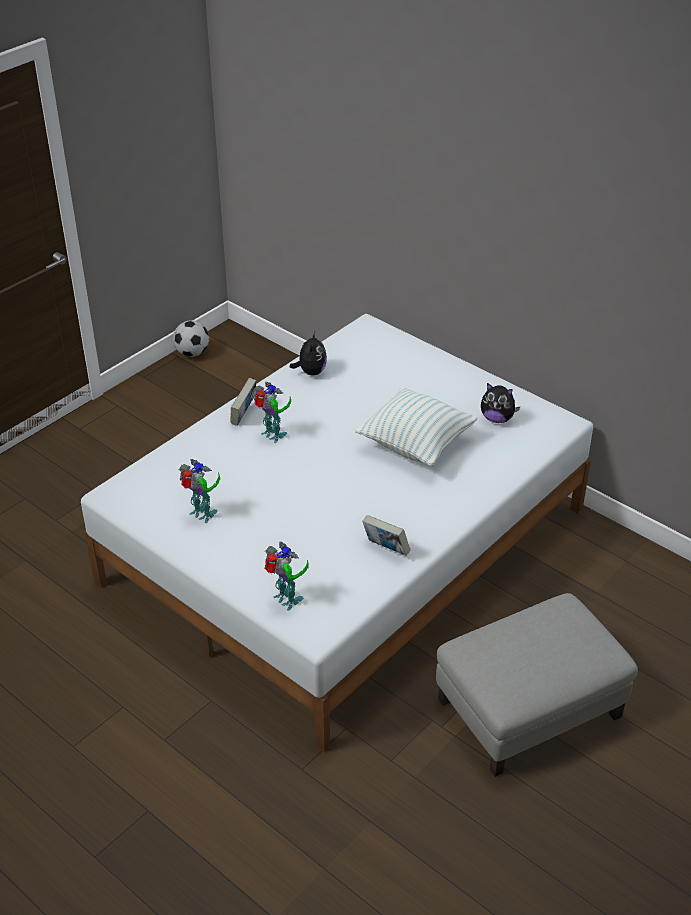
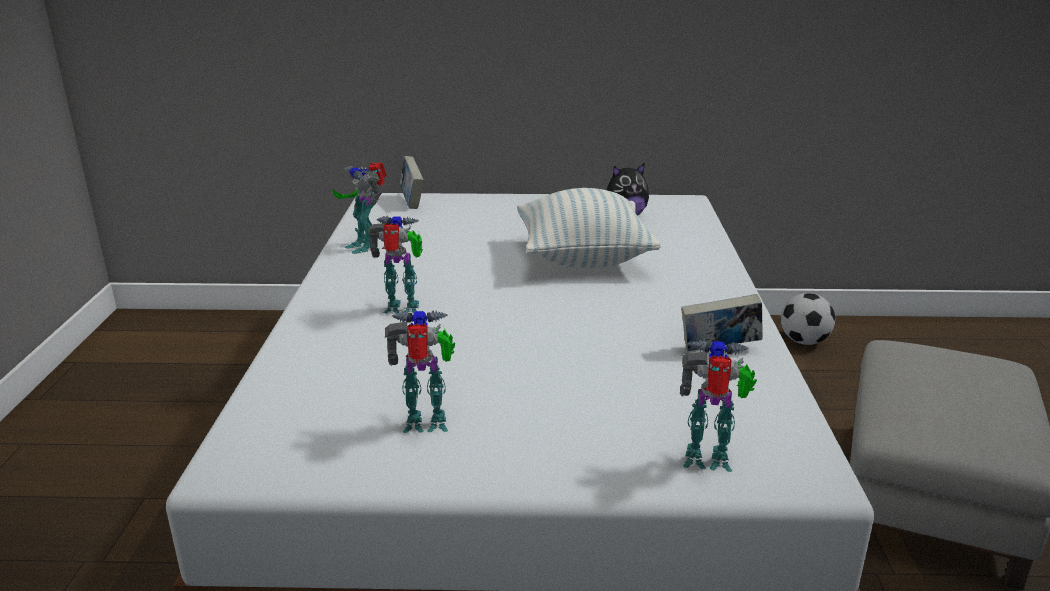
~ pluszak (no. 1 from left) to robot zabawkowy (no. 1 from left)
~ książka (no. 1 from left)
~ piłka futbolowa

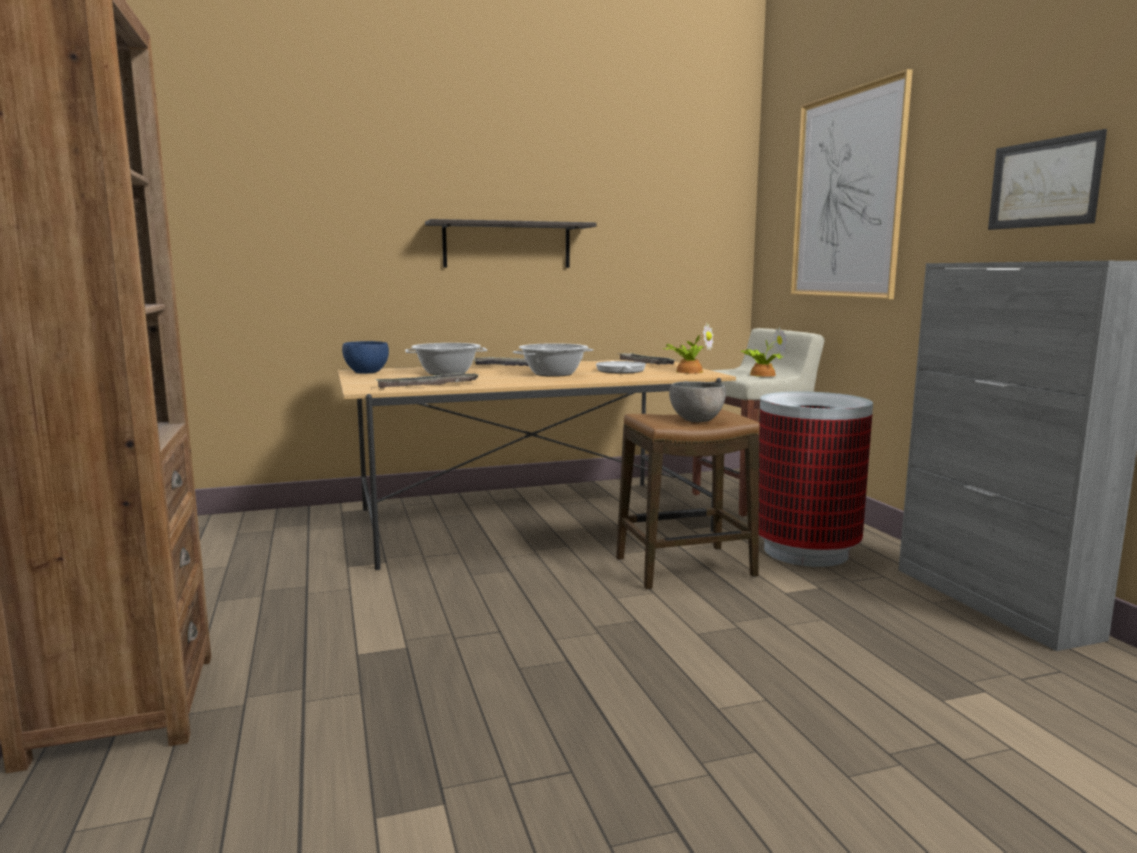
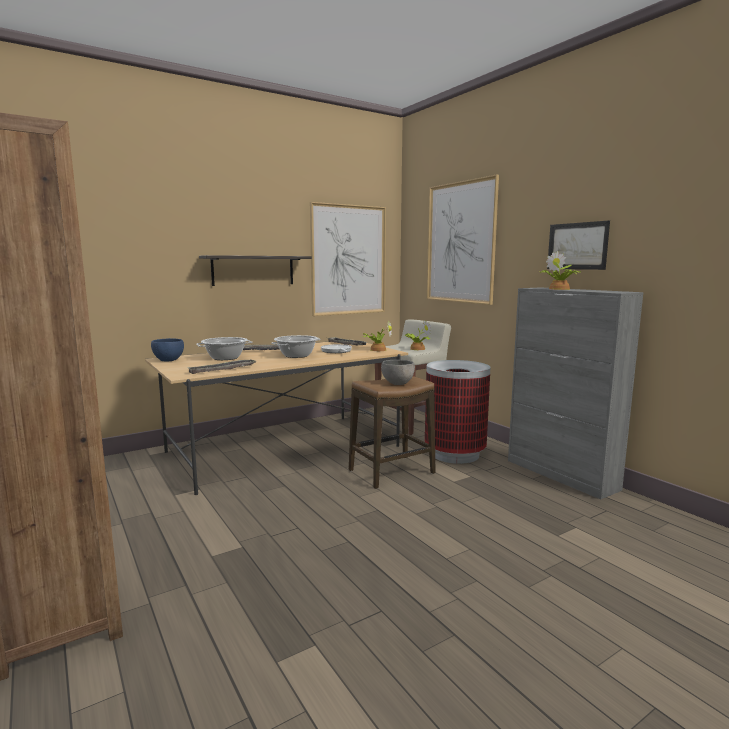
+ obraz (no. 1 from left)
+ roślina doniczkowa (no. 3 from left)

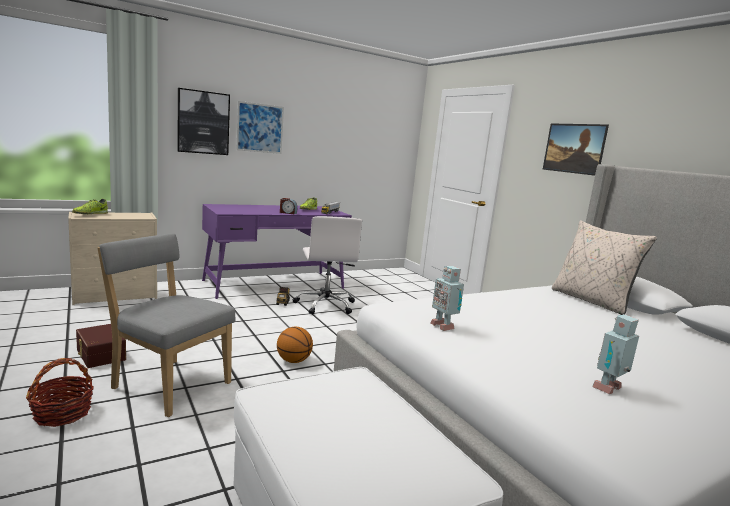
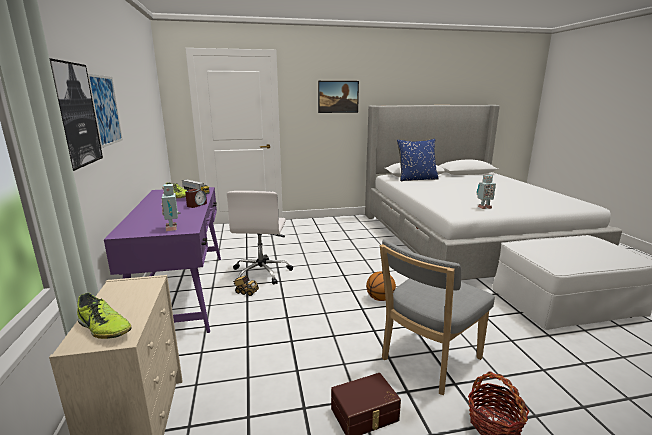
~ robot zabawkowy (no. 2 from left in the first image) to robot zabawkowy (no. 1 from left)
~ krzesło biurowe/biały 90 degrees clockwise
~ poduszka/beżowy to poduszka/niebieski

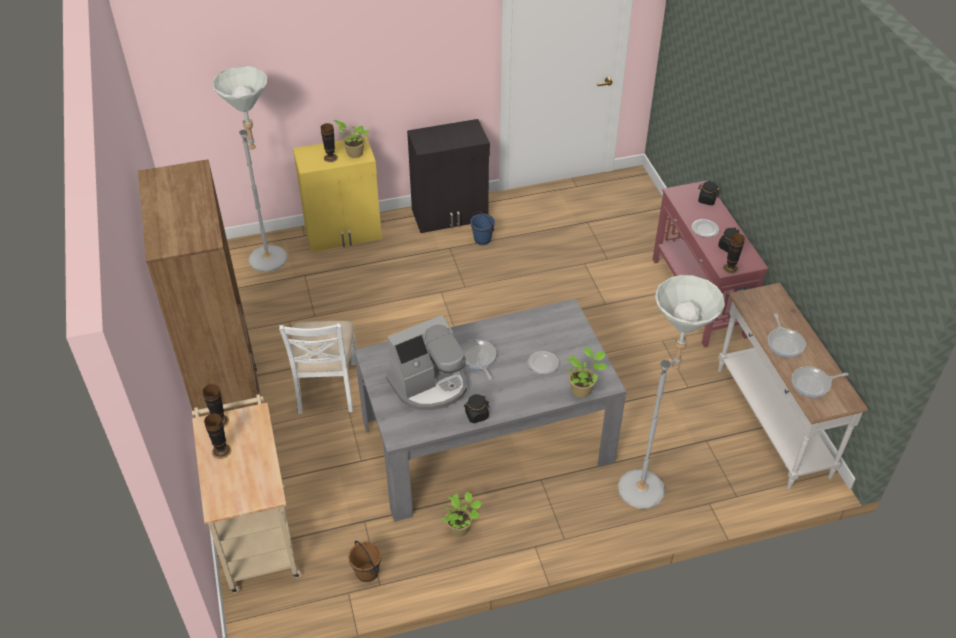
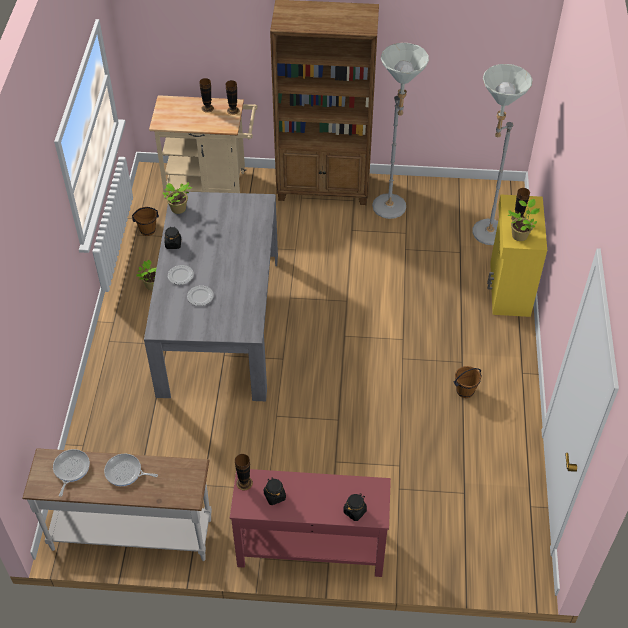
~ roślina doniczkowa (no. 3 from left in the first image) to roślina doniczkowa (no. 2 from left)
~ talerz (no. 2 from left in the first image) to talerz (no. 1 from left)
~ lampa stojąca/szary (no. 2 from left in the first image) to lampa stojąca/szary (no. 1 from left)
~ wiadro/niebieski to wiadro/brązowy (no. 2 from left)
- krzesło/biały
- ekspres do kawy
- szafka/czarny
- patelnia (no. 1 from left)

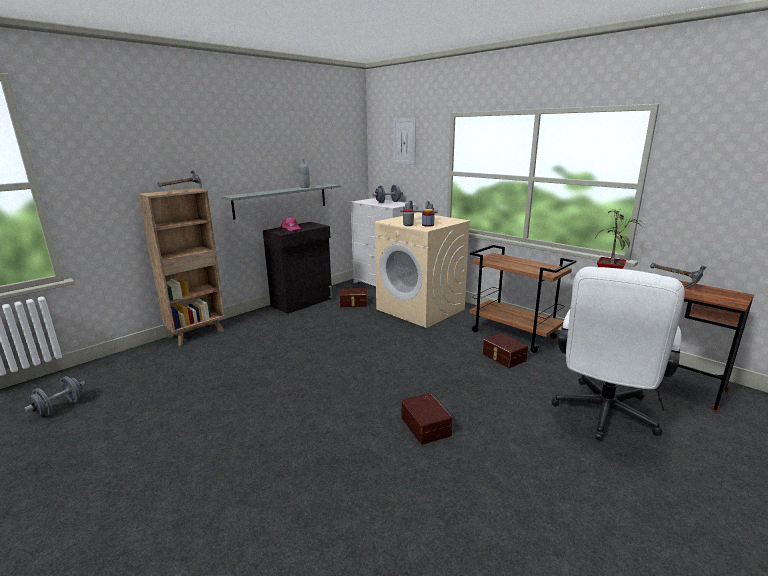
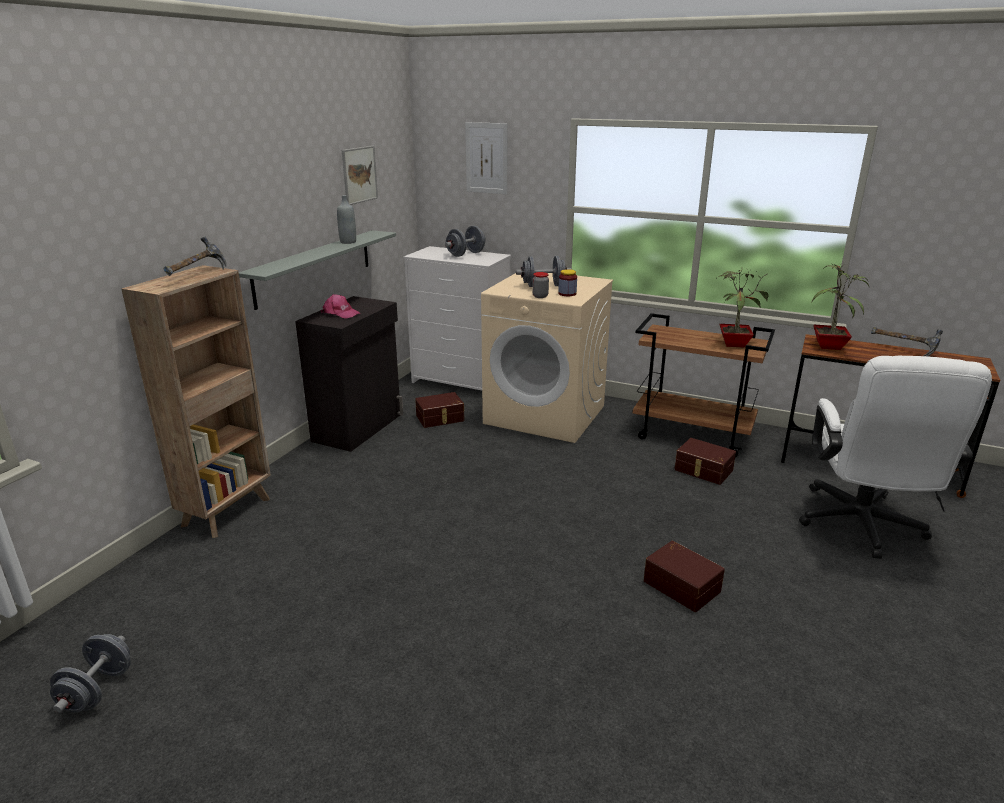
+ obraz (no. 1 from left)
+ roślina doniczkowa (no. 1 from left)

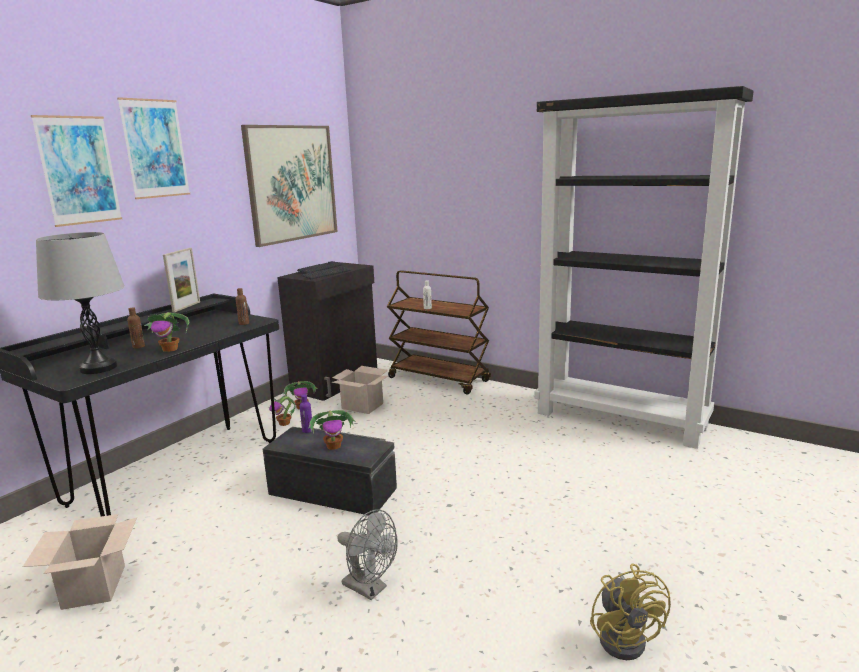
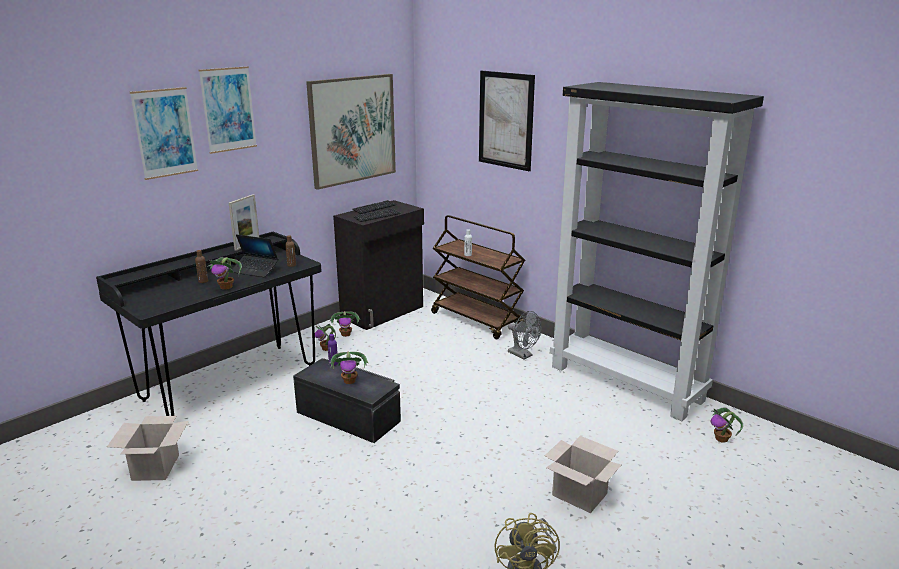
+ laptop
+ obraz (no. 4 from left)
~ wentylator/szary
~ karton (no. 2 from left)
+ roślina doniczkowa (no. 5 from left)
- lampa stołowa/szary

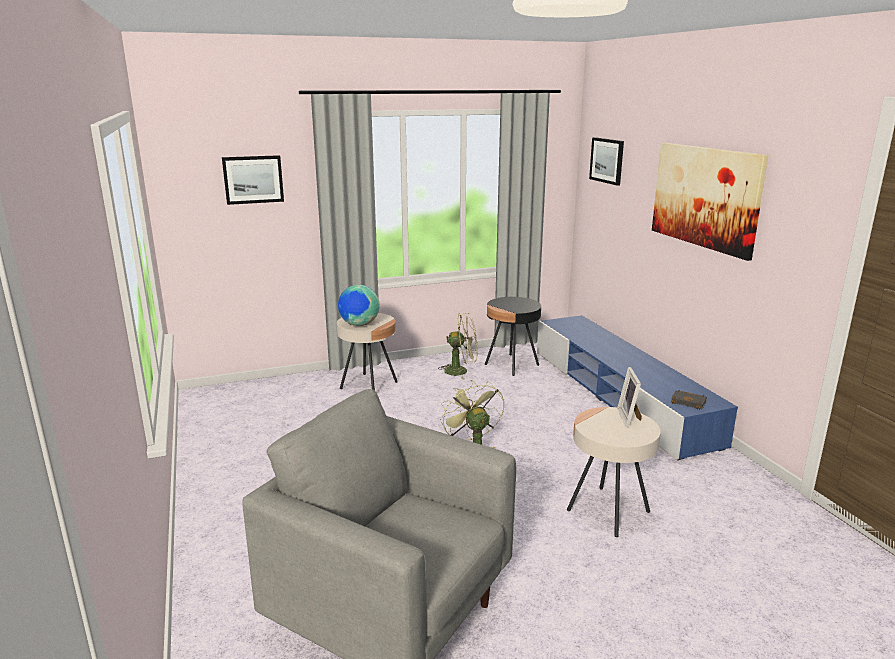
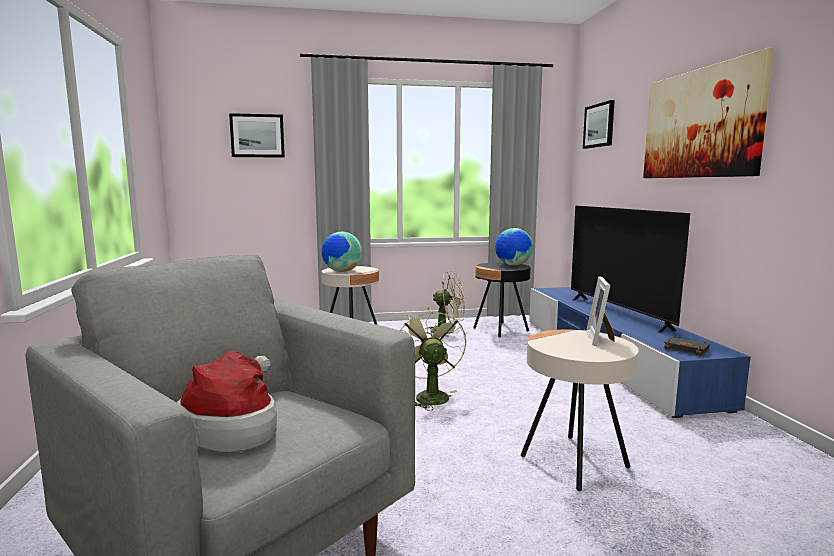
+ kapelusz
+ globus (no. 2 from left)
+ telewizor

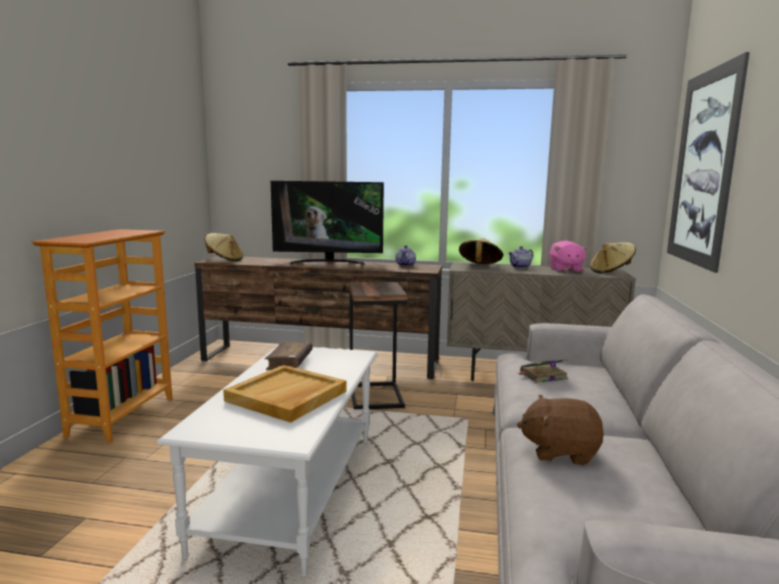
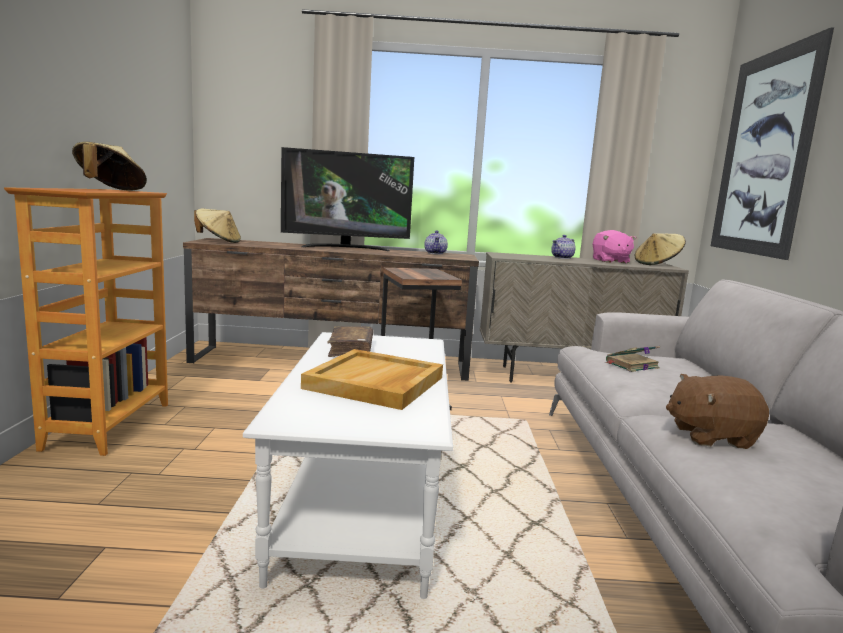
~ kapelusz/beżowy (no. 2 from left in the first image) to kapelusz/beżowy (no. 1 from left)

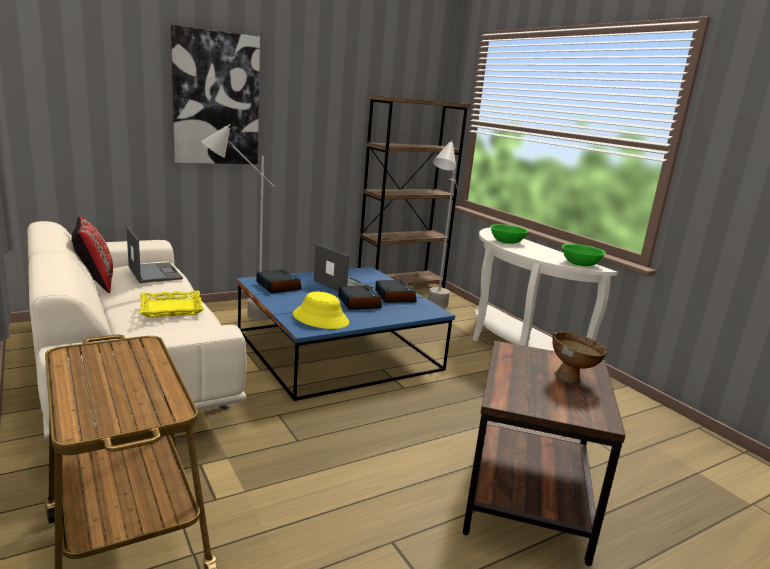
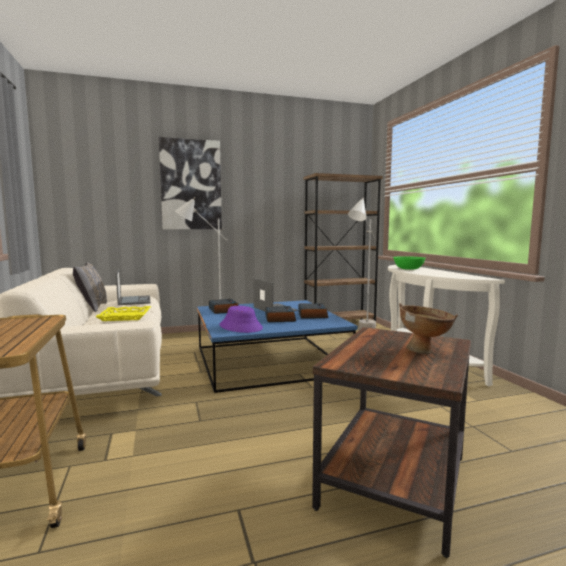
~ poduszka/czerwony to poduszka/szary
~ kapelusz/żółty to kapelusz/fioletowy
- miska/zielony (no. 2 from left)

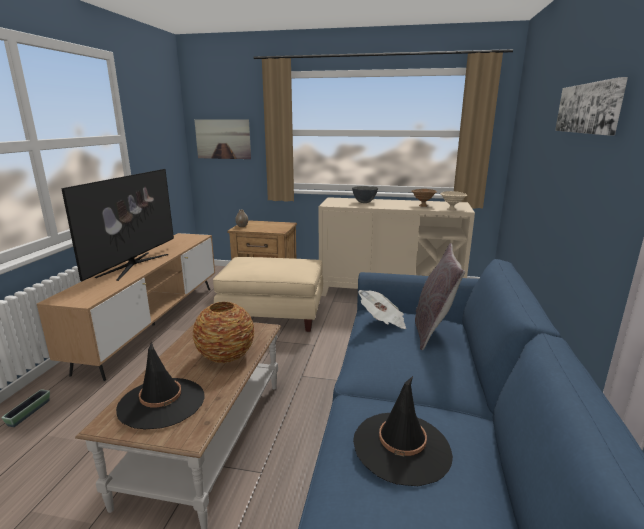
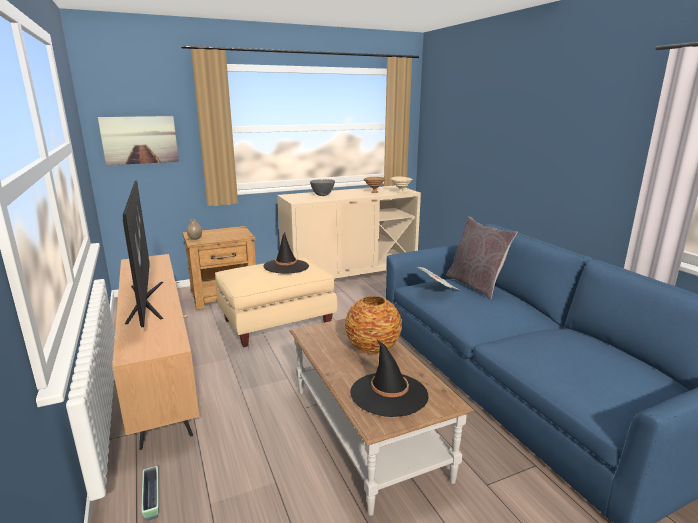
~ kapelusz/czarny (no. 2 from left in the first image) to kapelusz/czarny (no. 1 from left)
- obraz (no. 2 from left)

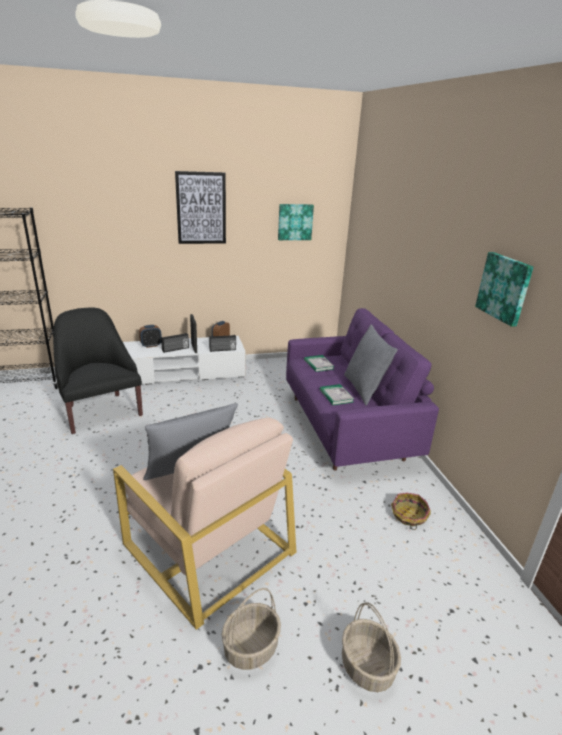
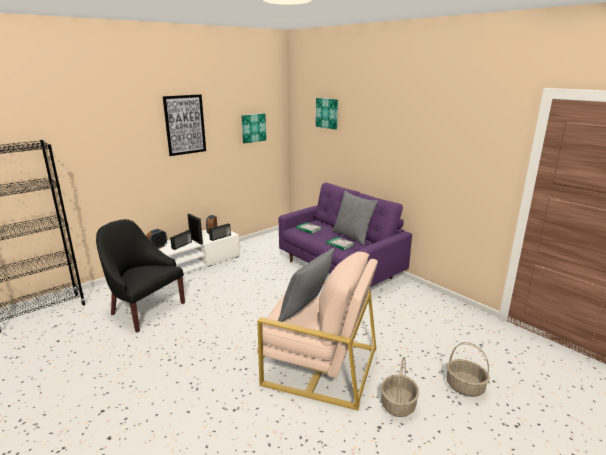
~ obraz (no. 3 from left)
- koszyk (no. 3 from left)

